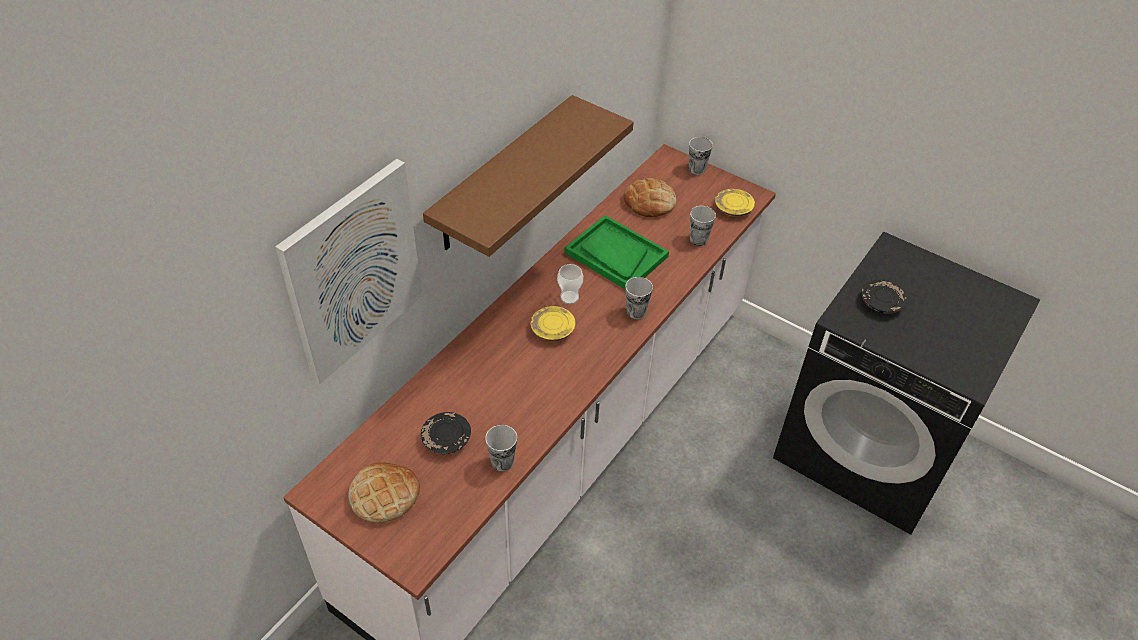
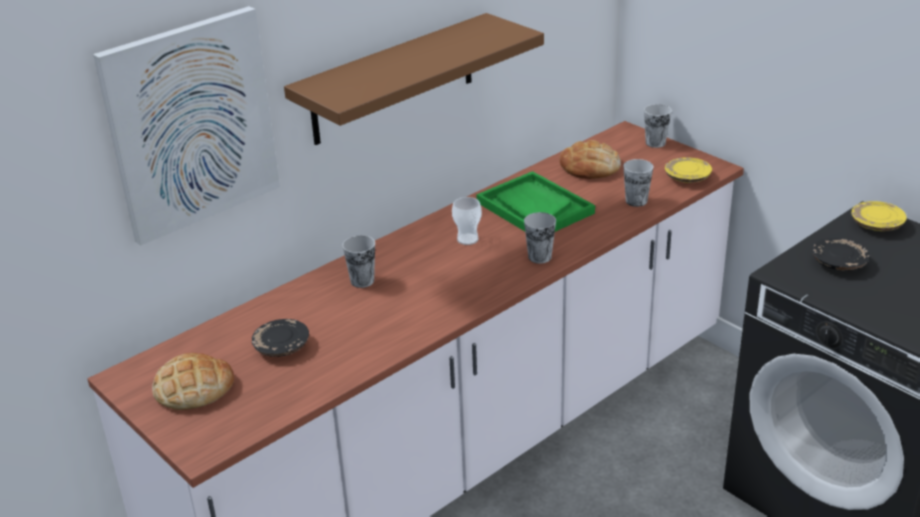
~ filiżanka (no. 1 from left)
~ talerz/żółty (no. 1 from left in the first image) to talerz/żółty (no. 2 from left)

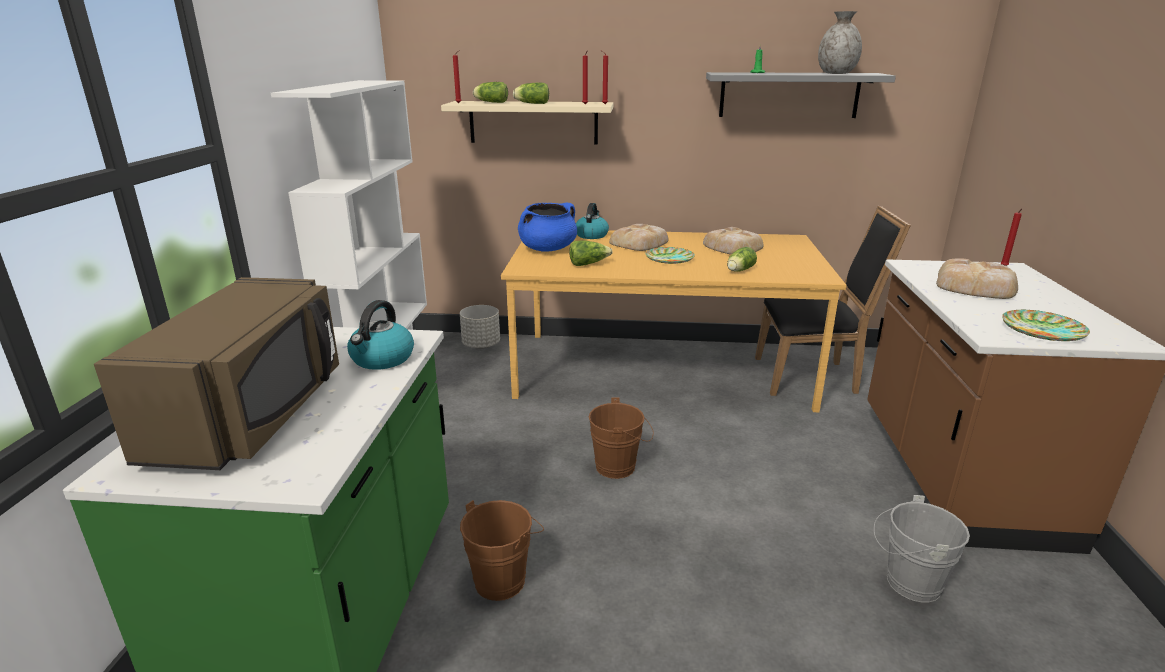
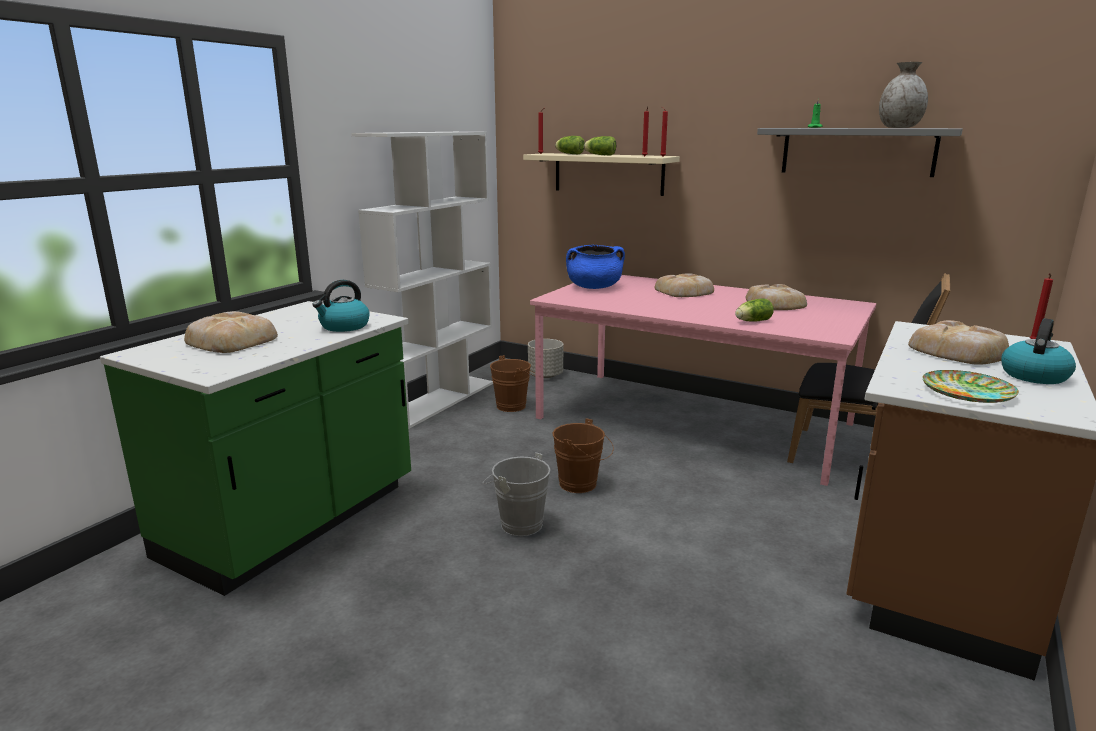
~ mikrofalówka/brązowy to chleb (no. 1 from left)
~ wiadro/szary
~ wiadro/brązowy (no. 1 from left)
~ stół jadalny/pomarańczowy to stół jadalny/różowy
~ czajnik (no. 2 from left)
- sałata (no. 3 from left)
- talerz (no. 1 from left)

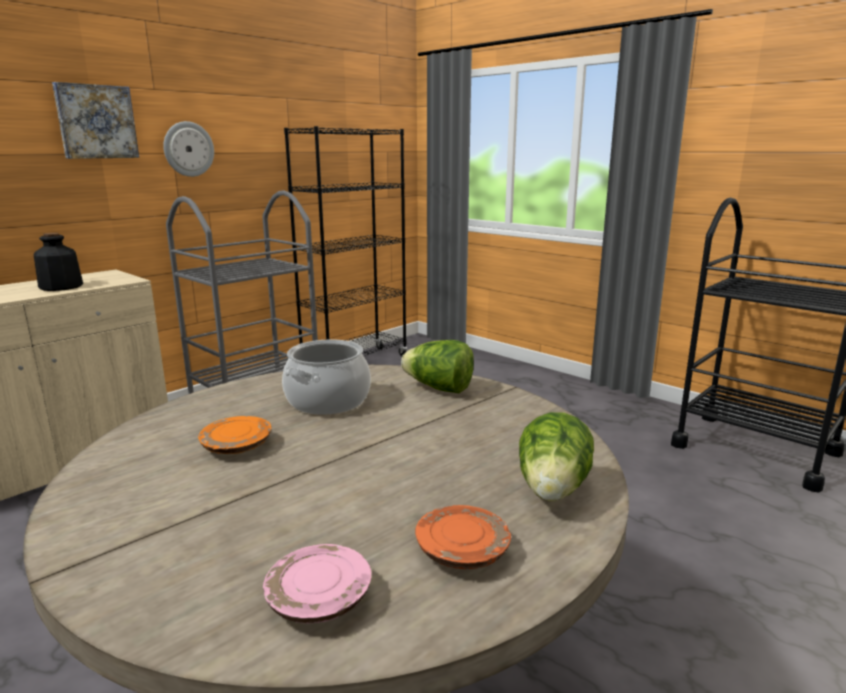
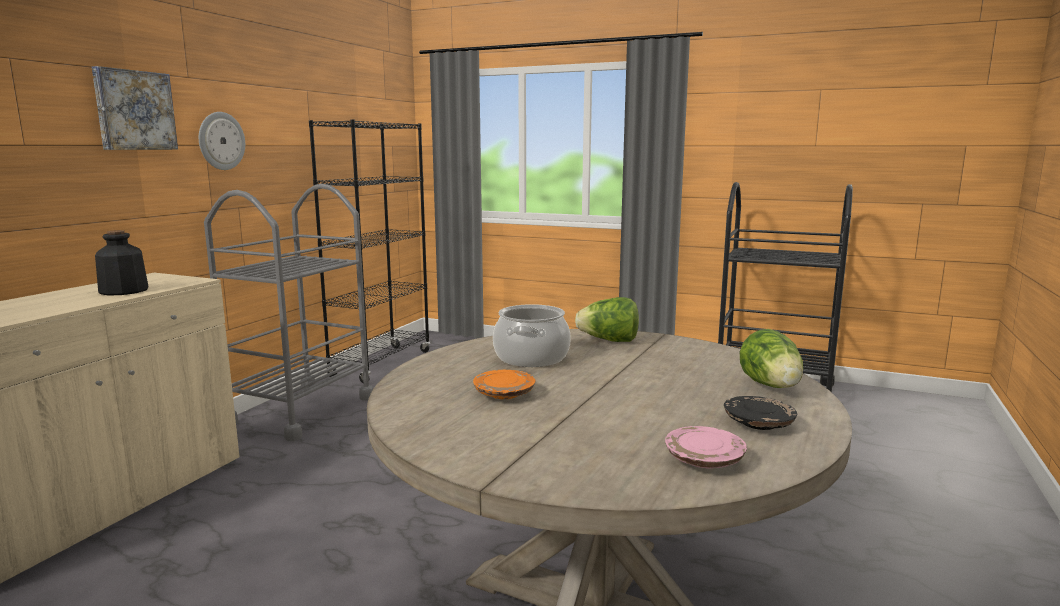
~ talerz/pomarańczowy (no. 2 from left) to talerz/czarny

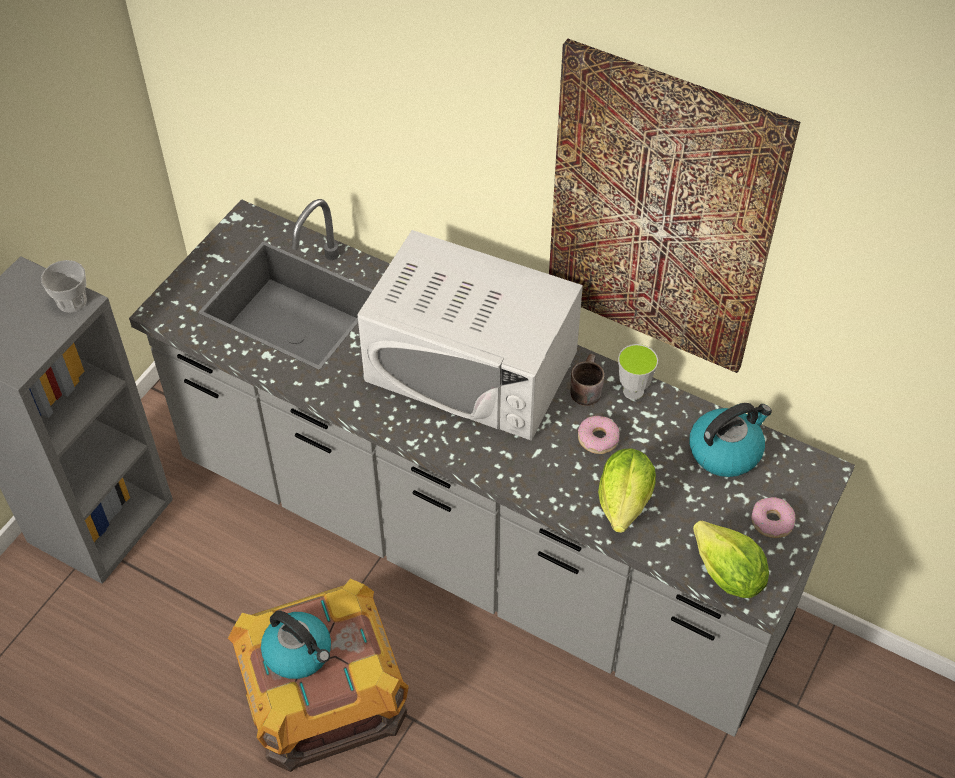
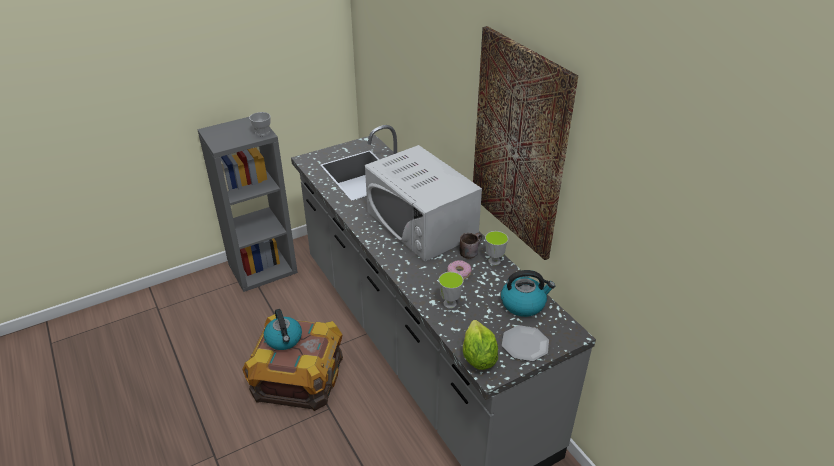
~ sałata (no. 1 from left) to filiżanka (no. 2 from left)
~ donut (no. 2 from left) to talerz

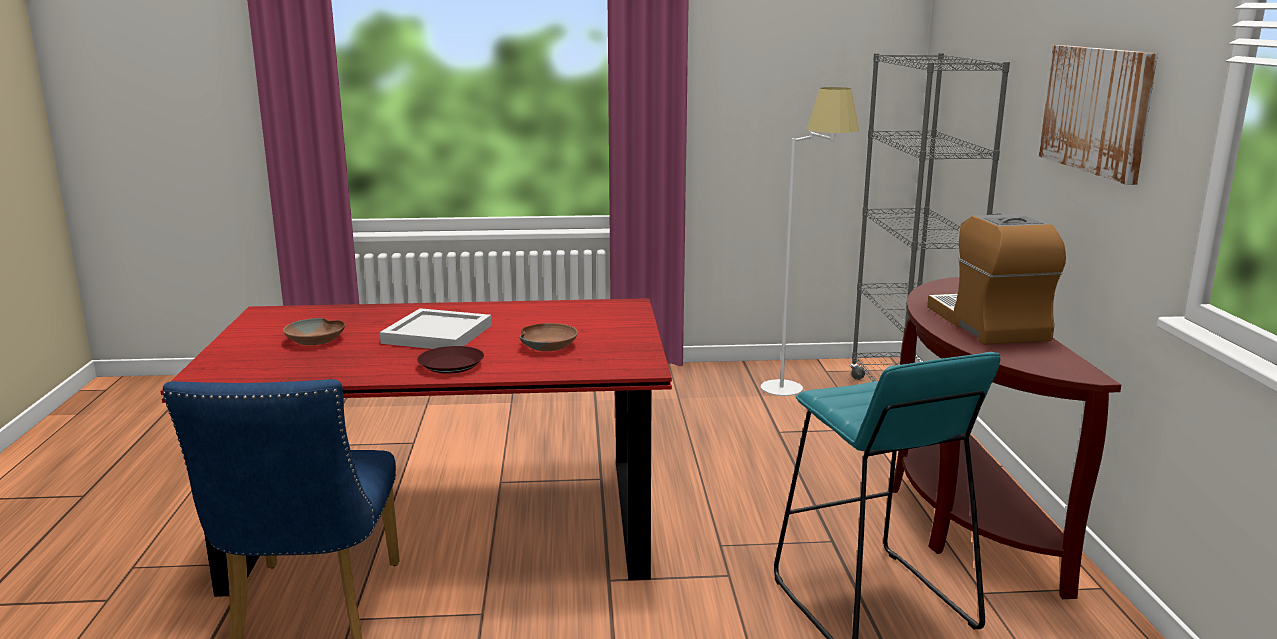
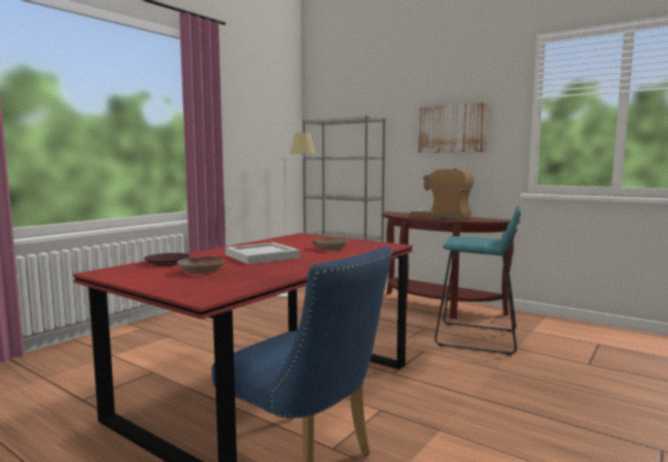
~ talerz/brązowy

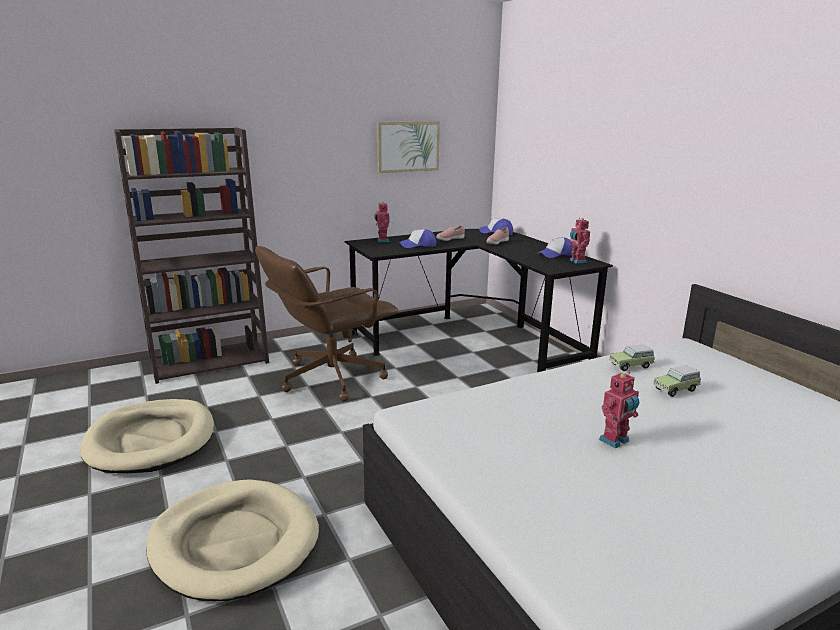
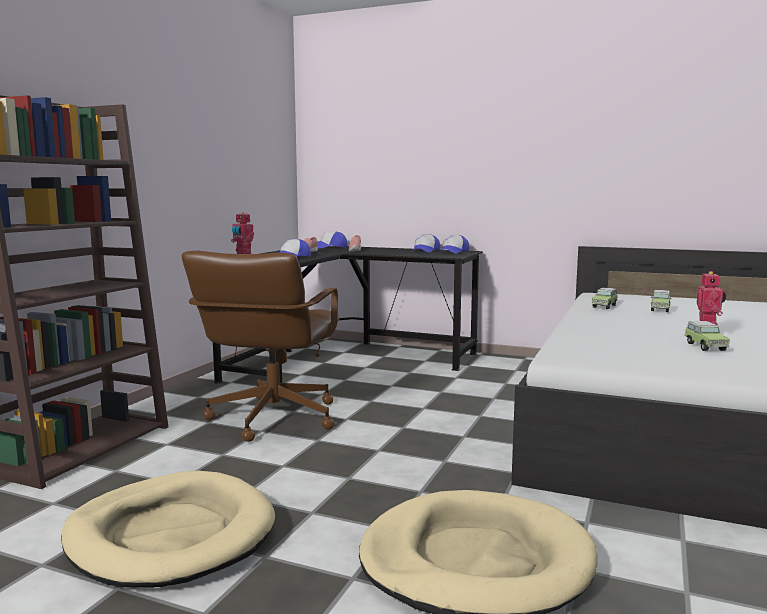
~ robot zabawkowy (no. 2 from left) to czapka z daszkiem (no. 4 from left)
+ samochodzik (no. 3 from left)
- obraz

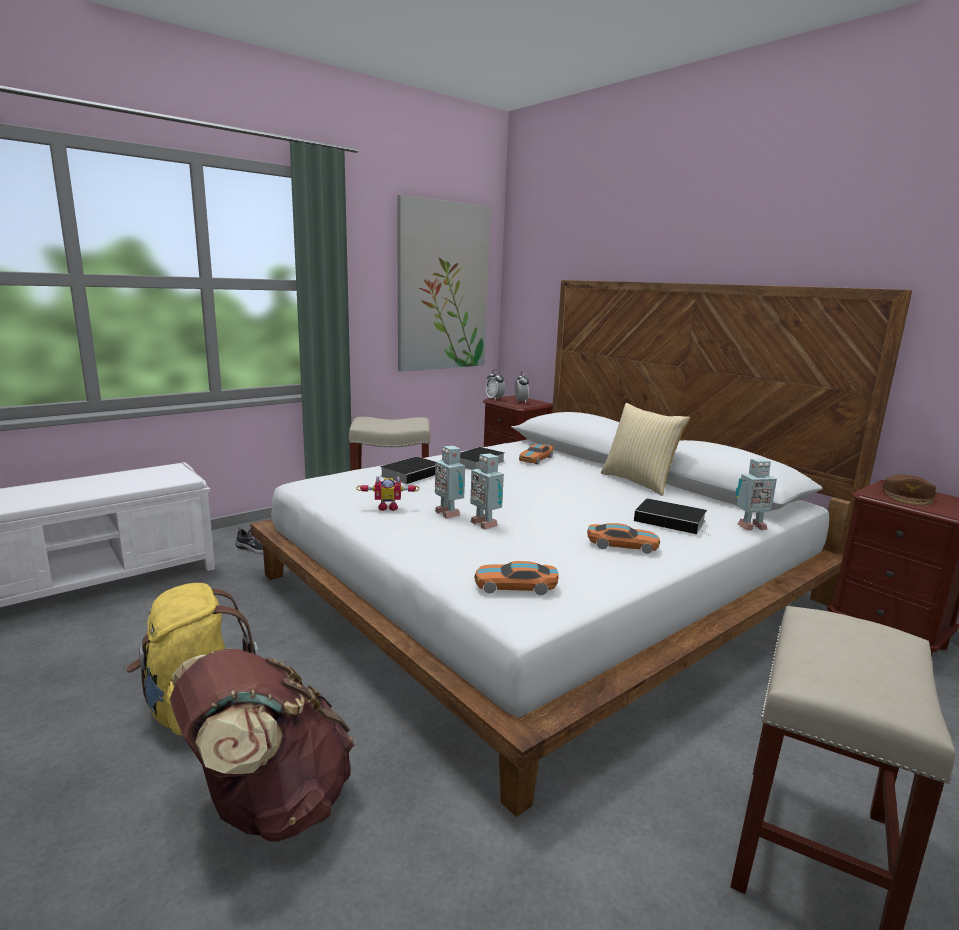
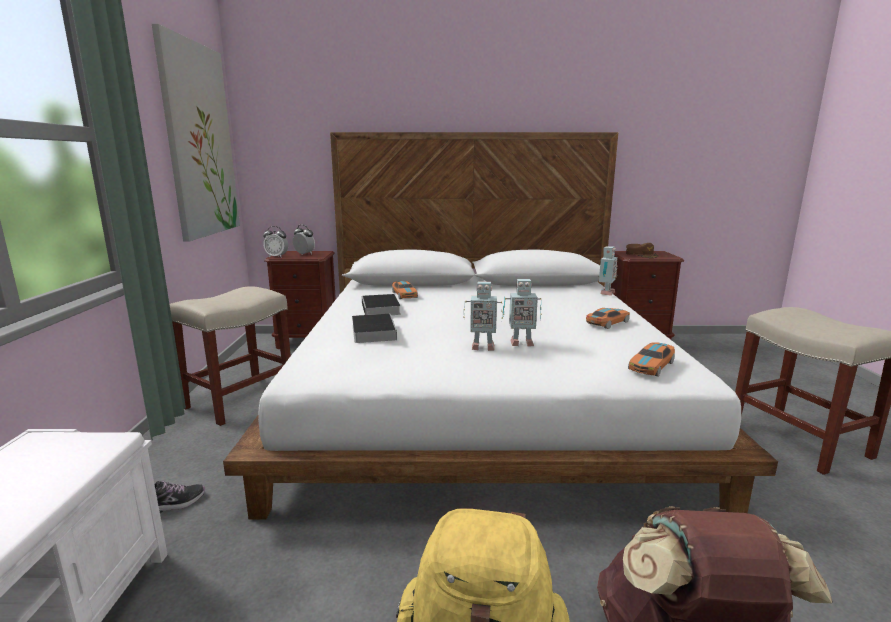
- robot zabawkowy (no. 1 from left)
- poduszka
- książka (no. 3 from left)

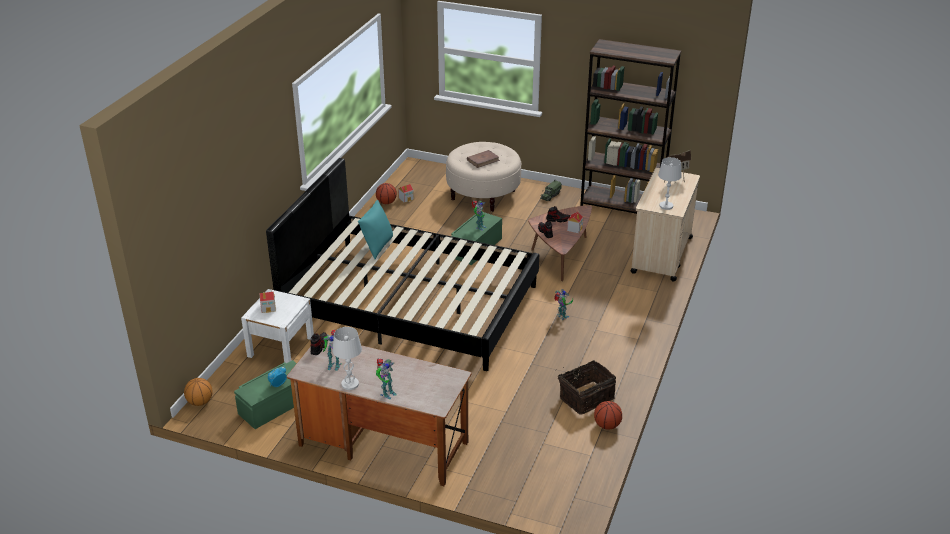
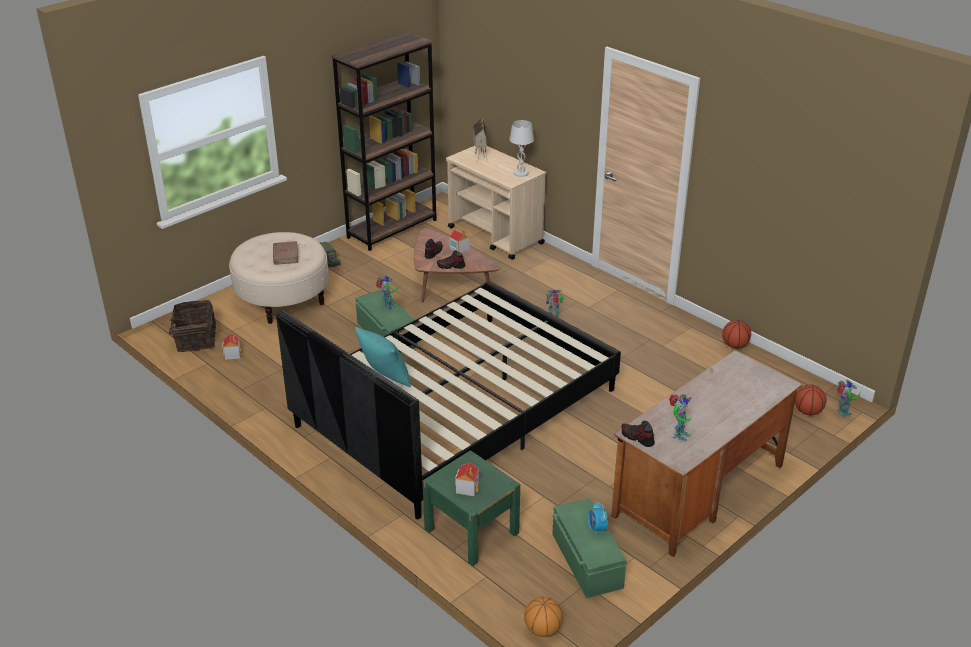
~ koszyk
~ szafka nocna/biały to szafka nocna/zielony
~ piłka do koszykówki (no. 2 from left in the first image) to piłka do koszykówki (no. 3 from left)
~ robot zabawkowy (no. 2 from left in the first image) to robot zabawkowy (no. 4 from left)
- lampa stołowa/biały (no. 1 from left)

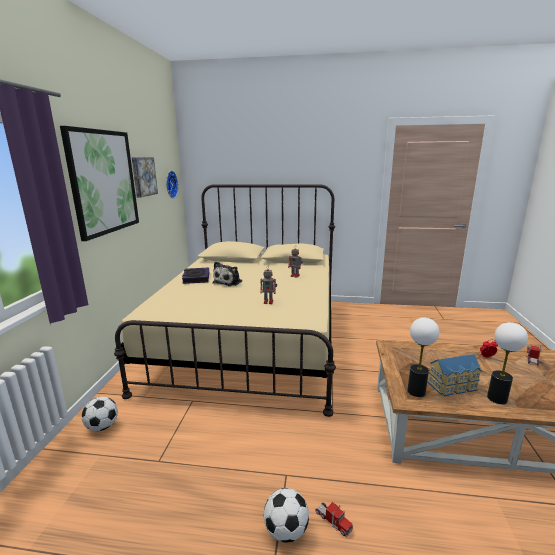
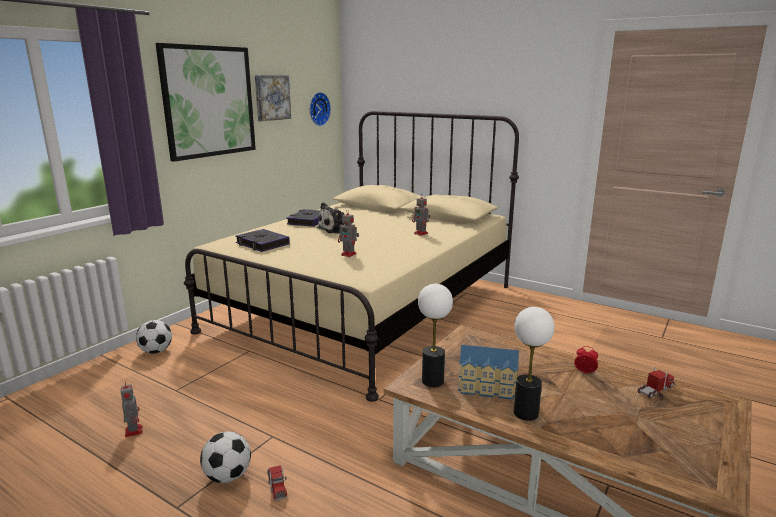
+ robot zabawkowy (no. 1 from left)
+ książka (no. 1 from left)

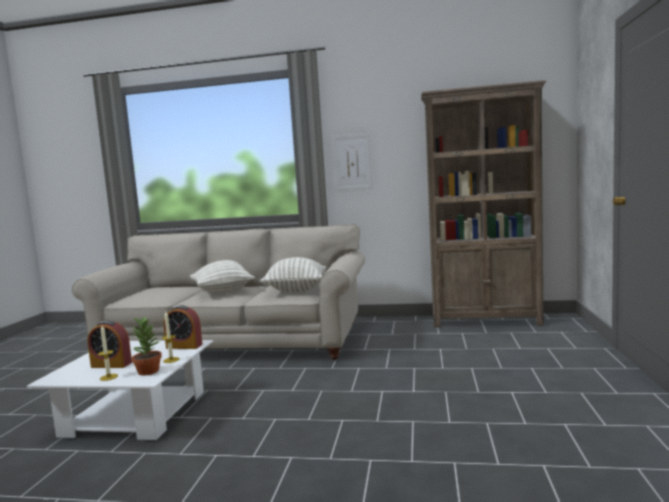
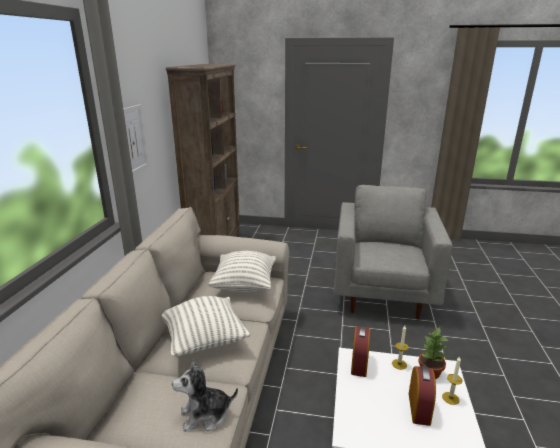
+ pluszak
+ fotel/szary

